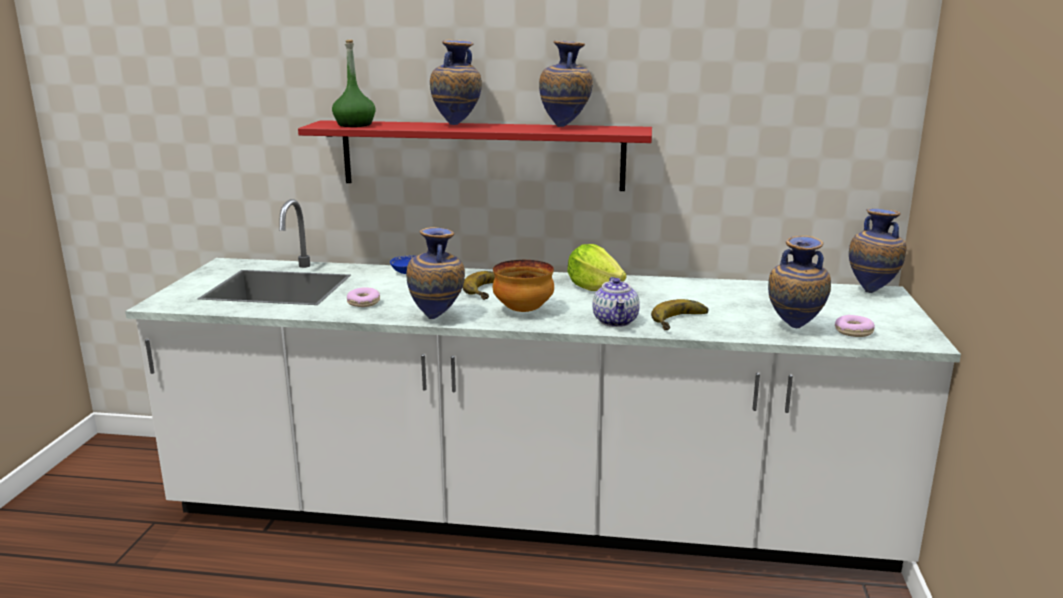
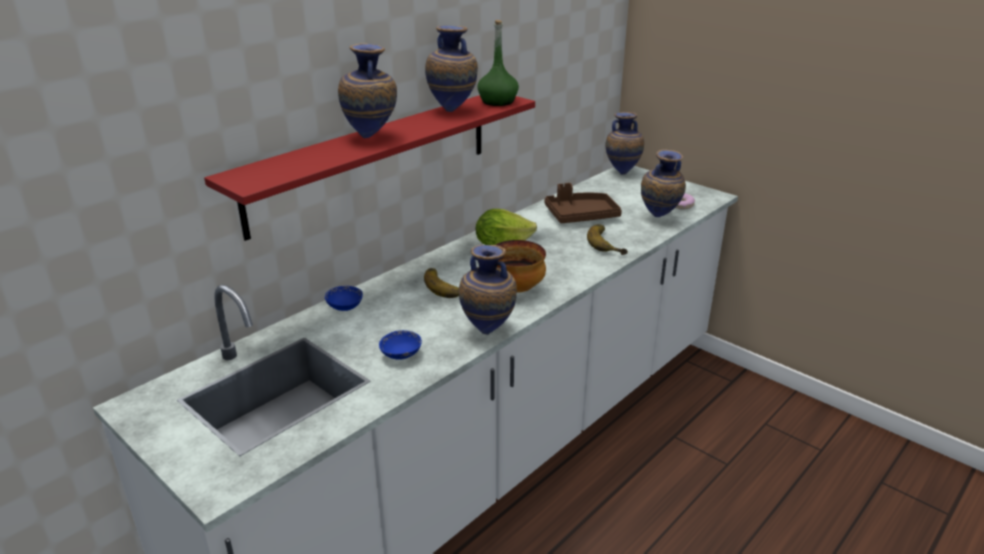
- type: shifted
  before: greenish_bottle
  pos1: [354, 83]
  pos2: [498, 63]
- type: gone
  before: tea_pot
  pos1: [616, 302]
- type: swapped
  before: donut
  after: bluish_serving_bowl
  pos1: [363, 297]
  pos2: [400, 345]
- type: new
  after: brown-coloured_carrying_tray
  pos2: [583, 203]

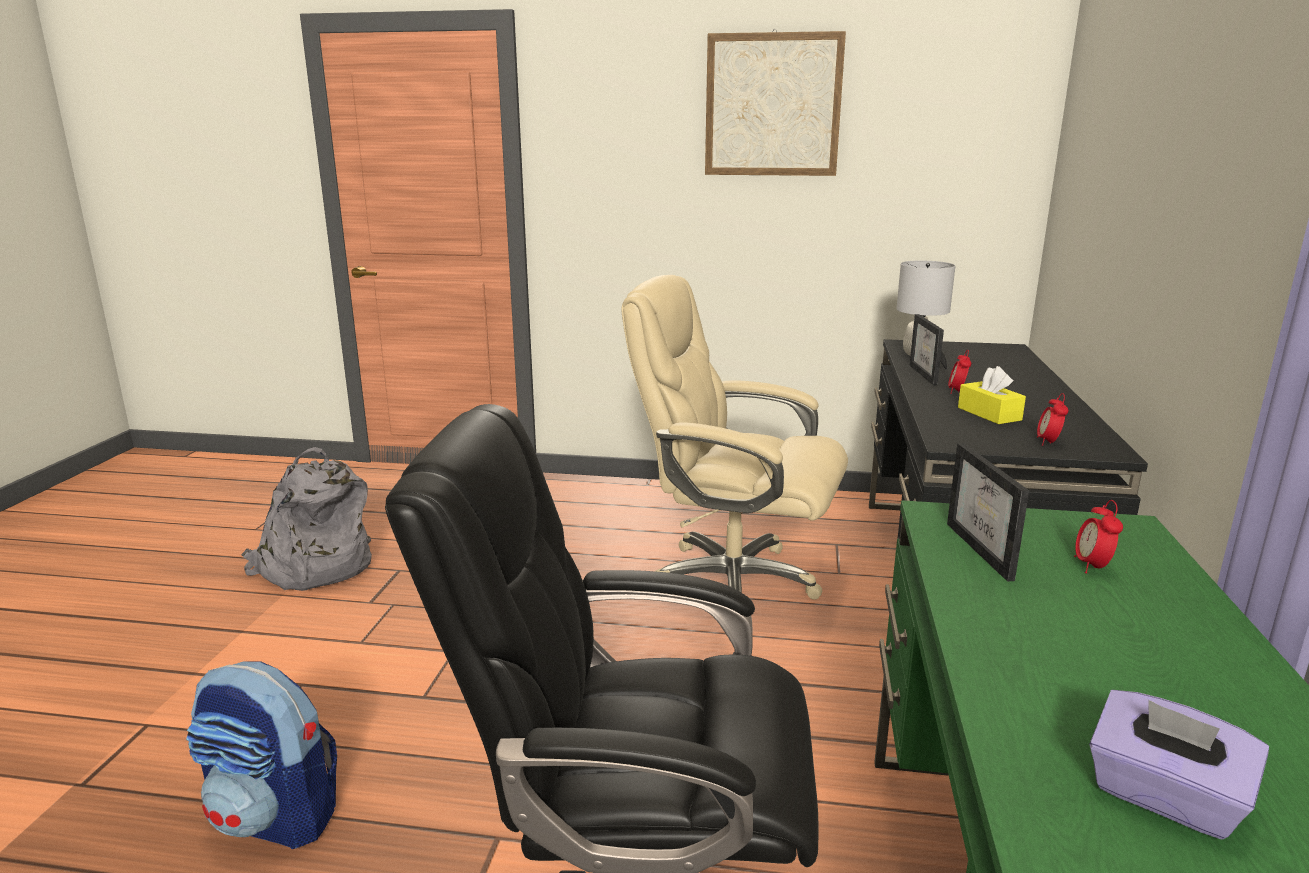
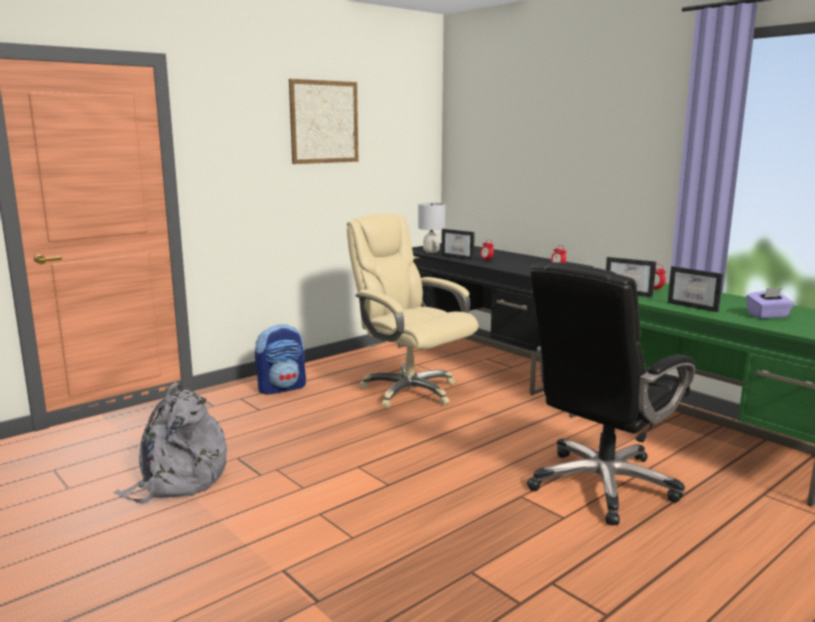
- type: rotated
  before: beige-coloured_desk_chair
  pos1: [734, 437]
  pos2: [412, 311]
  turn: 75
- type: gone
  before: yellow_box_of_tissues
  pos1: [992, 395]
- type: shifted
  before: knapsack
  pos1: [261, 755]
  pos2: [280, 359]
- type: new
  after: picture_frame
  pos2: [695, 289]

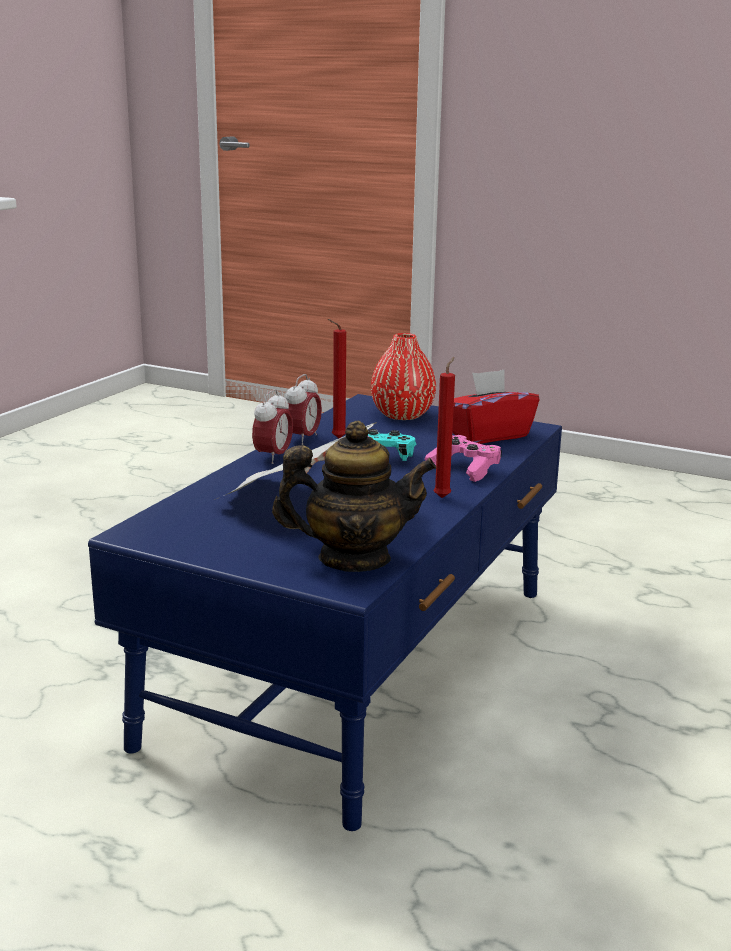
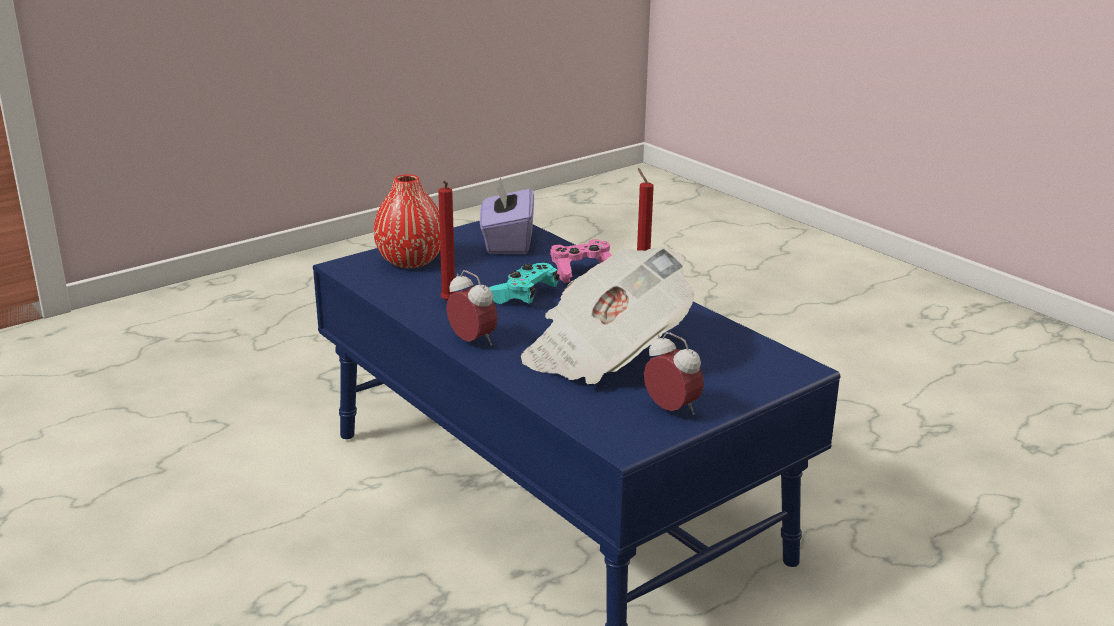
- type: repainted
  before: red_box_of_tissues
  after: purple_box_of_tissues
  pos1: [495, 407]
  pos2: [507, 215]
- type: shifted
  before: alarm_clock
  pos1: [303, 409]
  pos2: [674, 373]
- type: gone
  before: tea_pot
  pos1: [354, 496]

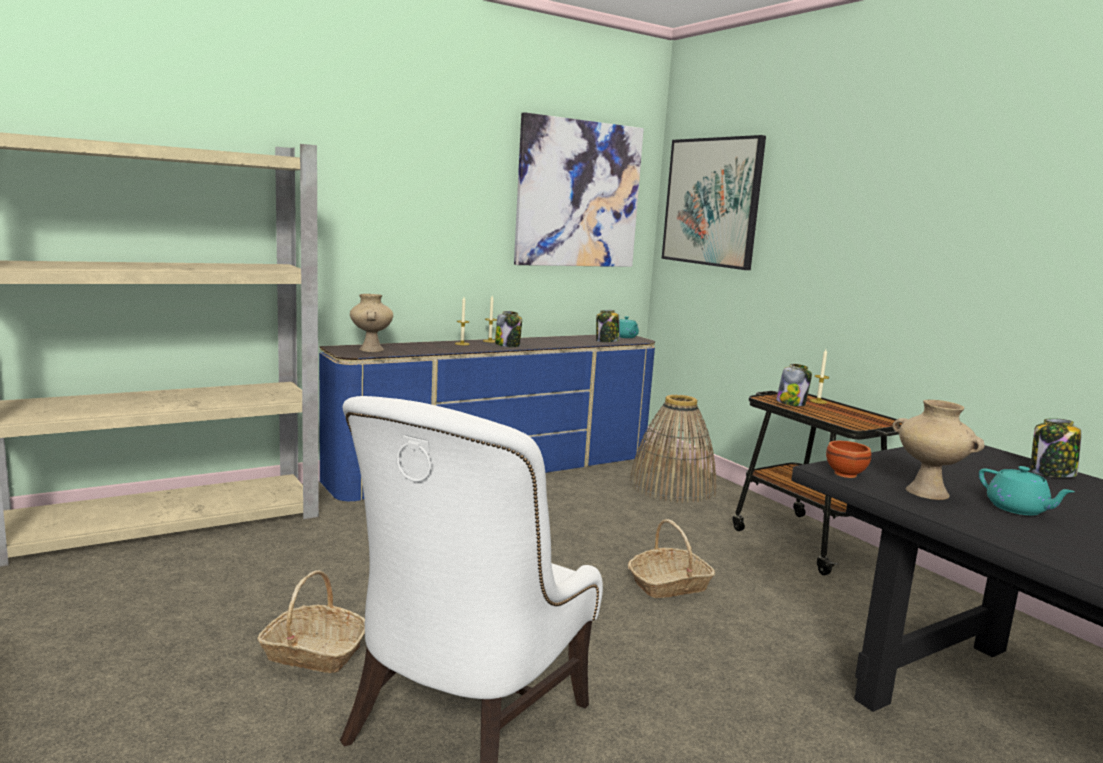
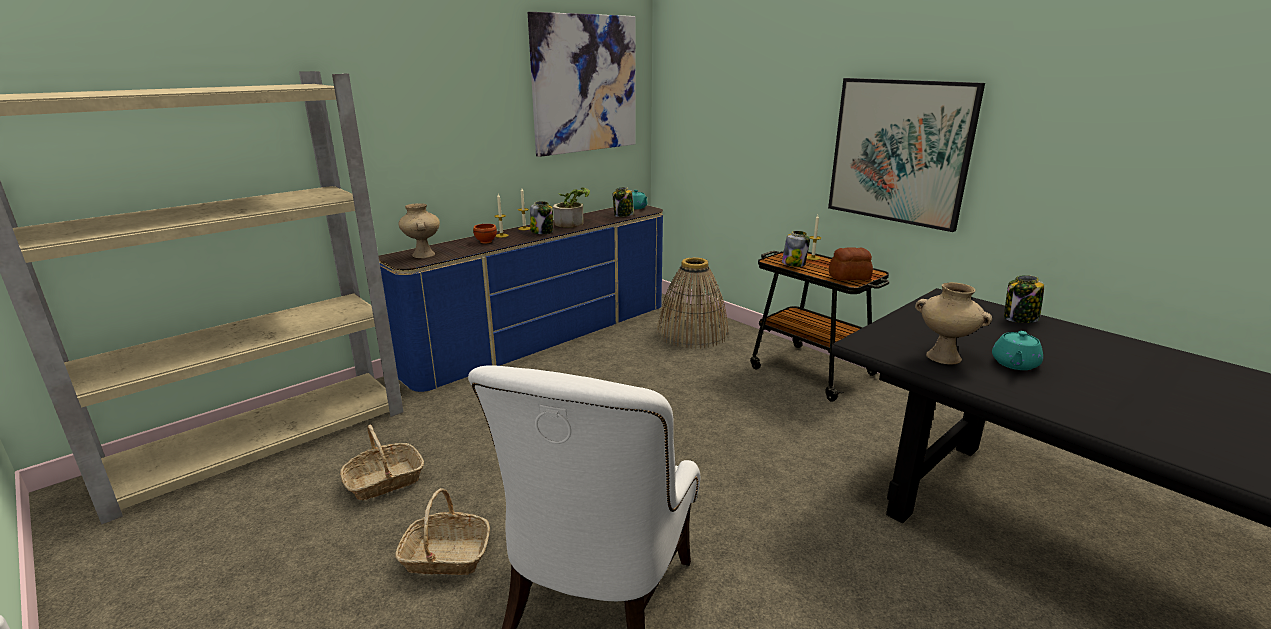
- type: shifted
  before: picture
  pos1: [714, 202]
  pos2: [906, 155]
- type: shifted
  before: brown-coloured_serving_bowl
  pos1: [848, 459]
  pos2: [485, 233]
- type: rotated
  before: turquoise-coloured_tea_pot
  pos1: [1027, 490]
  pos2: [1017, 350]
  turn: 75
- type: shifted
  before: household_basket
  pos1: [671, 558]
  pos2: [382, 463]
- type: new
  after: houseplant
  pos2: [571, 207]
- type: new
  after: bakery_bread
  pos2: [851, 264]

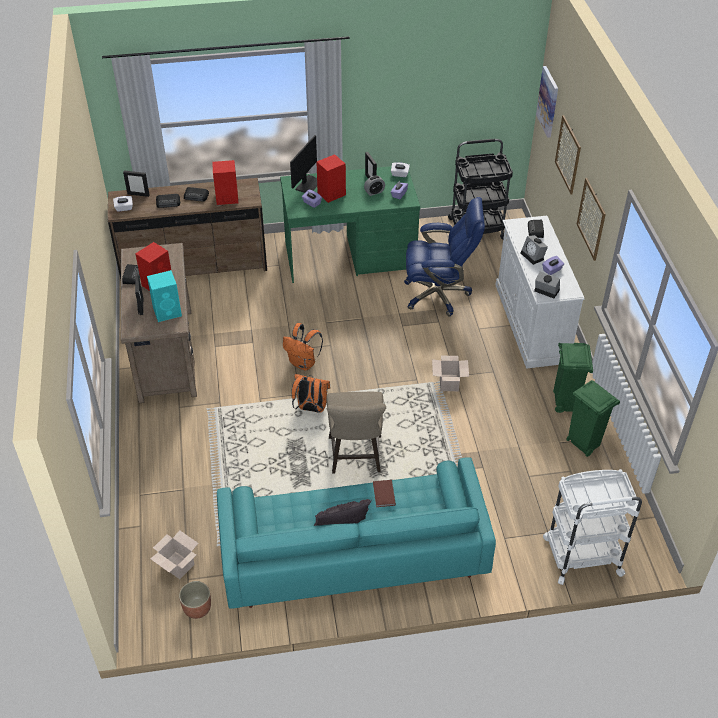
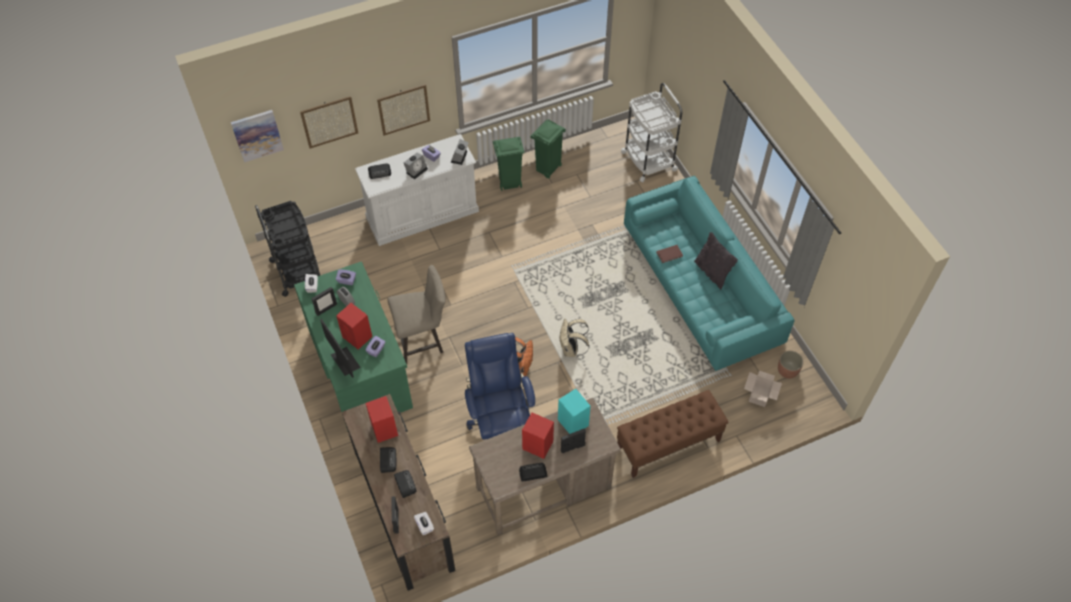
- type: rotated
  before: computer_display
  pos1: [303, 164]
  pos2: [340, 348]
  turn: 45
- type: shifted
  before: bluish_desk_chair
  pos1: [444, 257]
  pos2: [500, 386]
- type: gone
  before: cardboard_box
  pos1: [450, 373]
- type: repainted
  before: orange_knapsack
  after: beige-coloured_knapsack
  pos1: [310, 393]
  pos2: [575, 338]
- type: shifted
  before: beige-coloured_stool
  pos1: [356, 433]
  pos2: [416, 314]
- type: new
  after: brown-coloured_bench
  pos2: [673, 434]

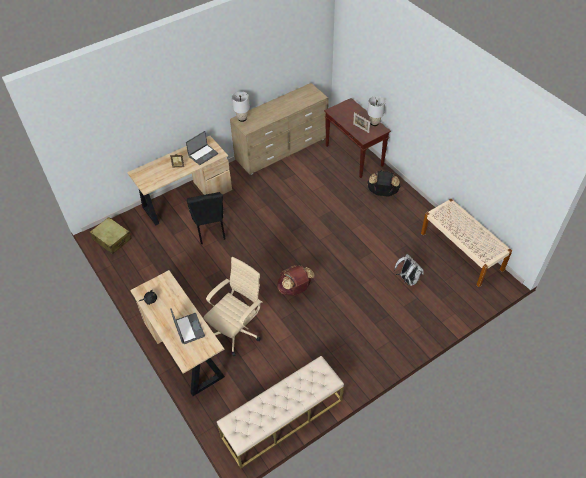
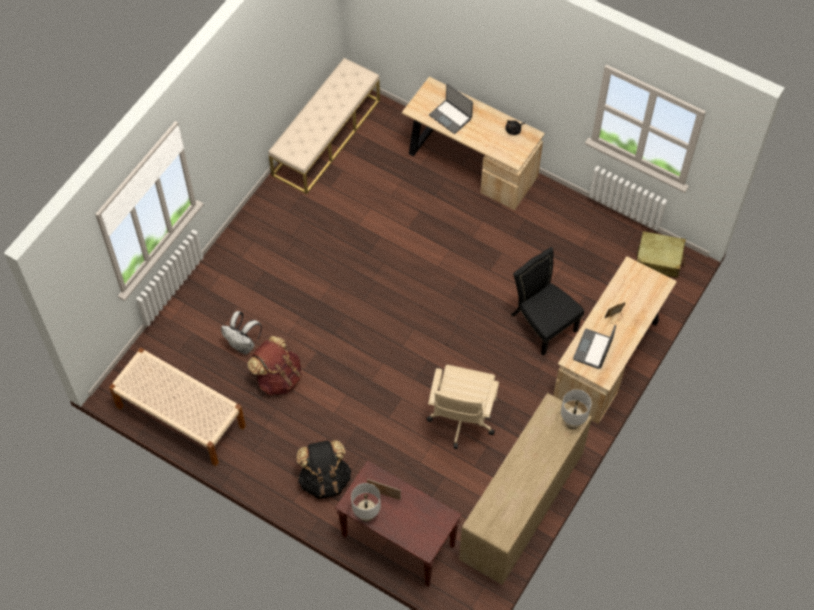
- type: shifted
  before: beige-coloured_desk_chair
  pos1: [232, 306]
  pos2: [462, 407]
- type: shifted
  before: brown-coloured_knapsack
  pos1: [296, 280]
  pos2: [274, 366]

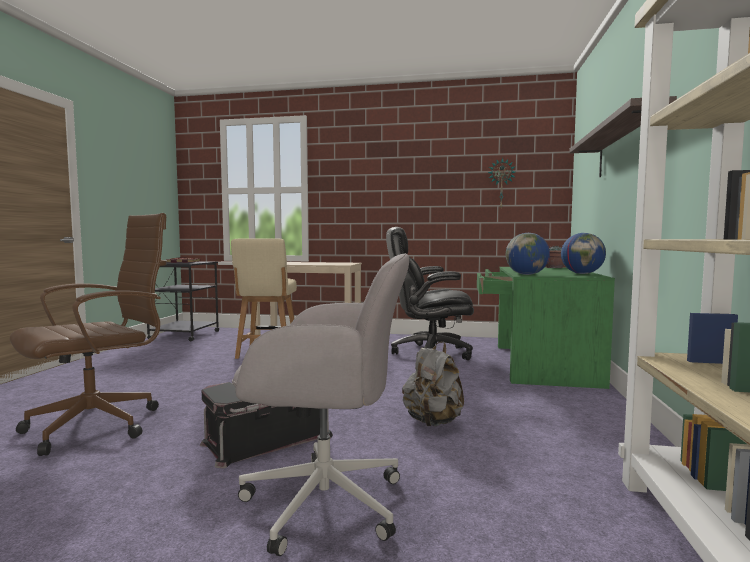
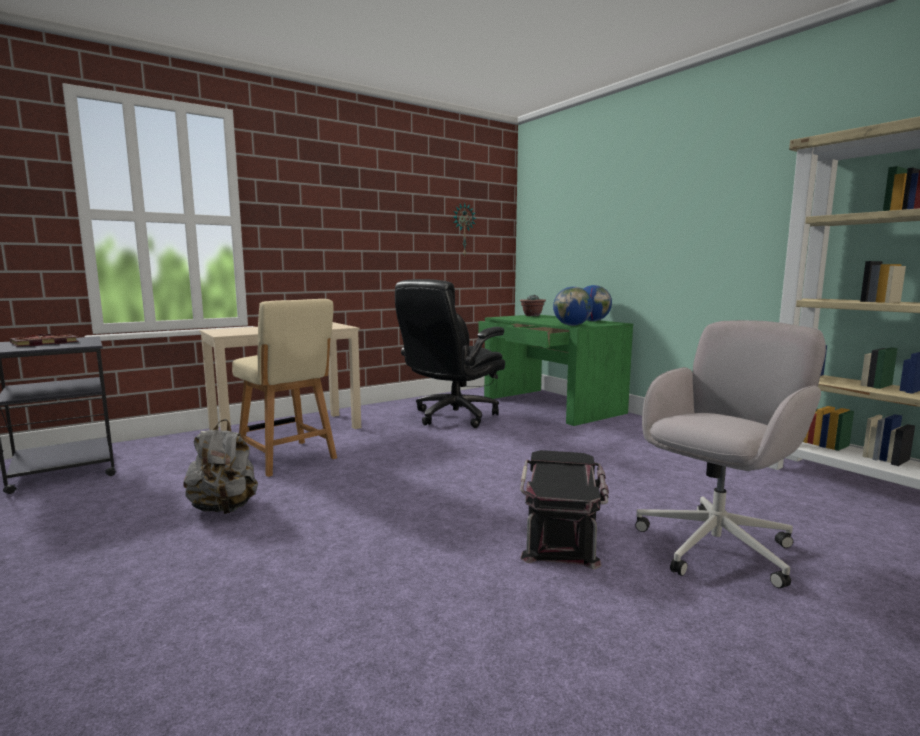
- type: gone
  before: shelf
  pos1: [623, 136]
- type: gone
  before: brown-coloured_desk_chair
  pos1: [88, 334]
- type: shifted
  before: gray_knapsack
  pos1: [433, 383]
  pos2: [220, 466]

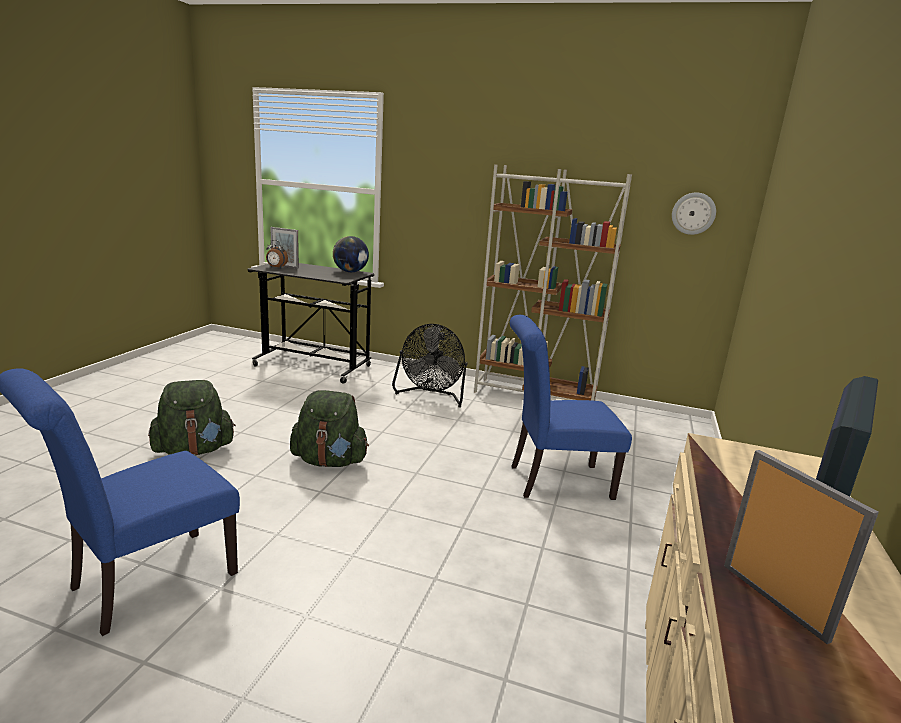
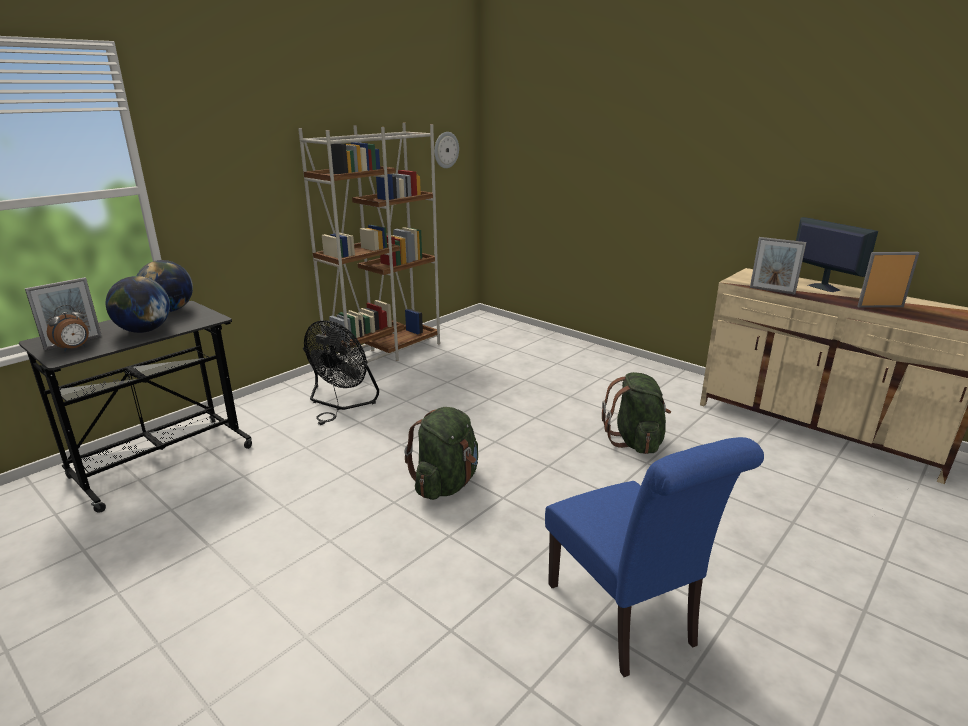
- type: gone
  before: bluish_plain_chair
  pos1: [571, 407]
- type: rotated
  before: black_fan
  pos1: [430, 365]
  pos2: [341, 372]
  turn: -105
- type: shifted
  before: greenish_knapsack
  pos1: [192, 417]
  pos2: [636, 413]
- type: new
  after: picture_frame
  pos2: [778, 266]
- type: new
  after: world_globe
  pos2: [138, 304]

